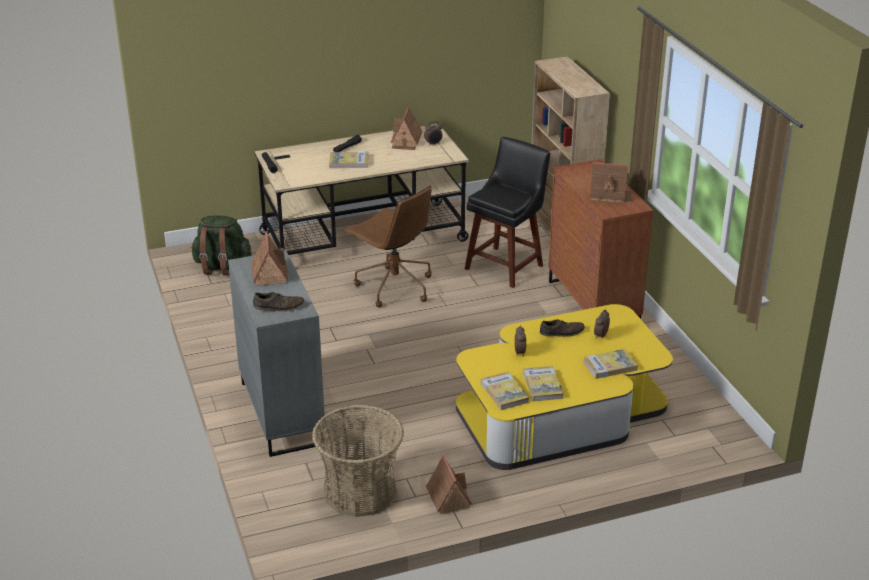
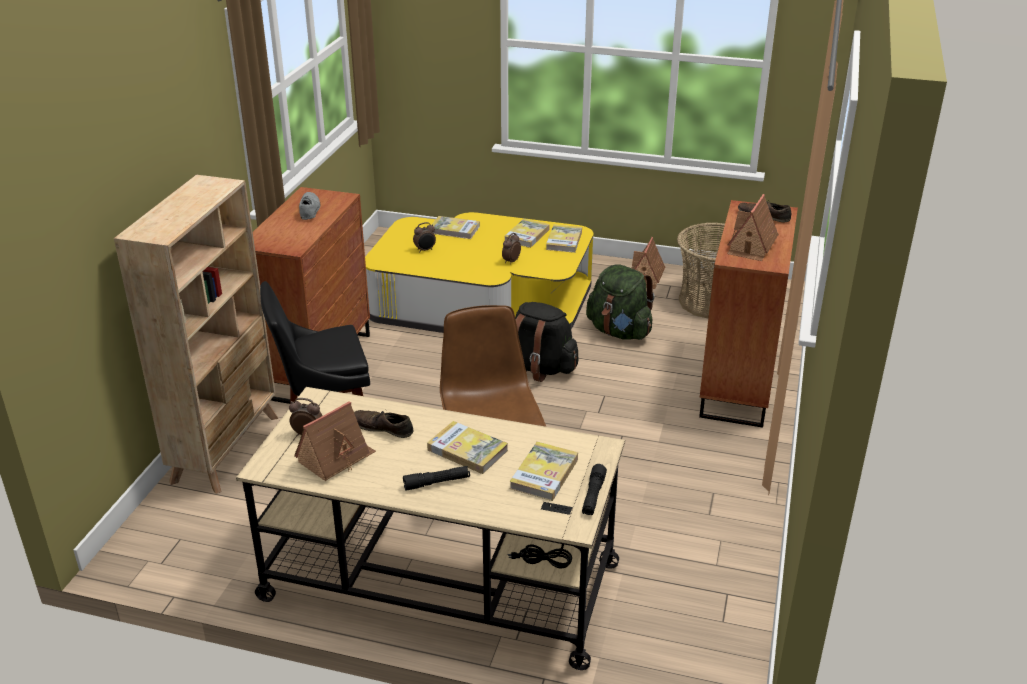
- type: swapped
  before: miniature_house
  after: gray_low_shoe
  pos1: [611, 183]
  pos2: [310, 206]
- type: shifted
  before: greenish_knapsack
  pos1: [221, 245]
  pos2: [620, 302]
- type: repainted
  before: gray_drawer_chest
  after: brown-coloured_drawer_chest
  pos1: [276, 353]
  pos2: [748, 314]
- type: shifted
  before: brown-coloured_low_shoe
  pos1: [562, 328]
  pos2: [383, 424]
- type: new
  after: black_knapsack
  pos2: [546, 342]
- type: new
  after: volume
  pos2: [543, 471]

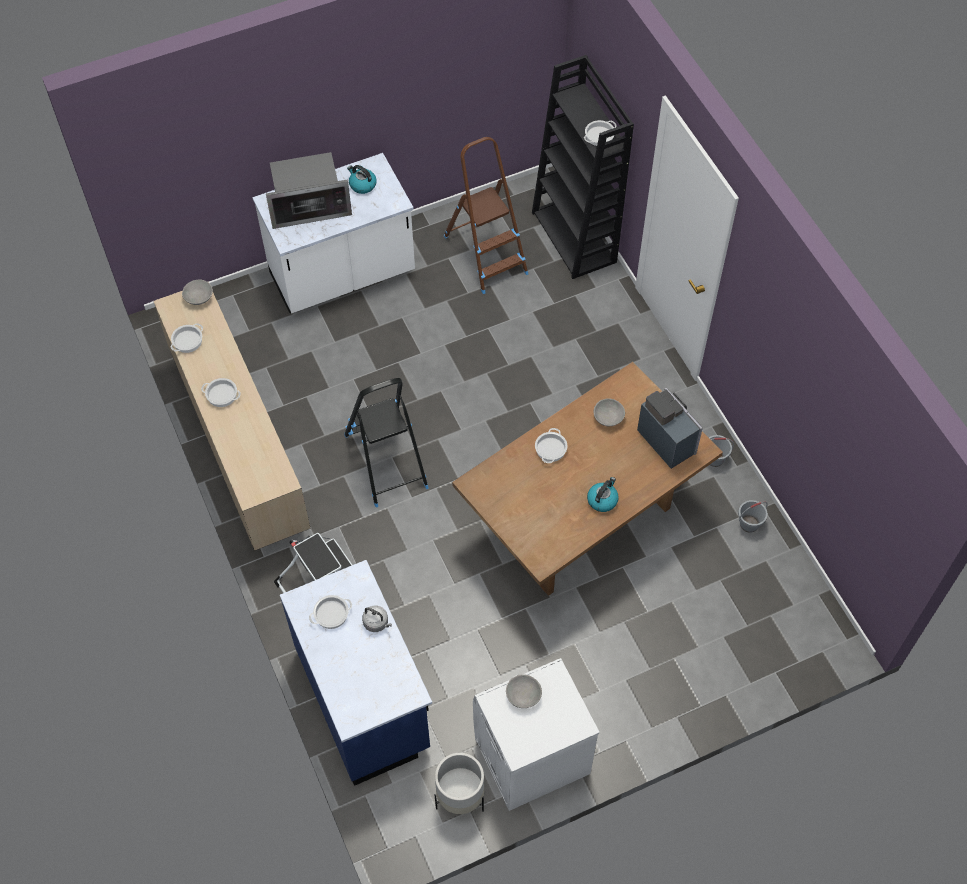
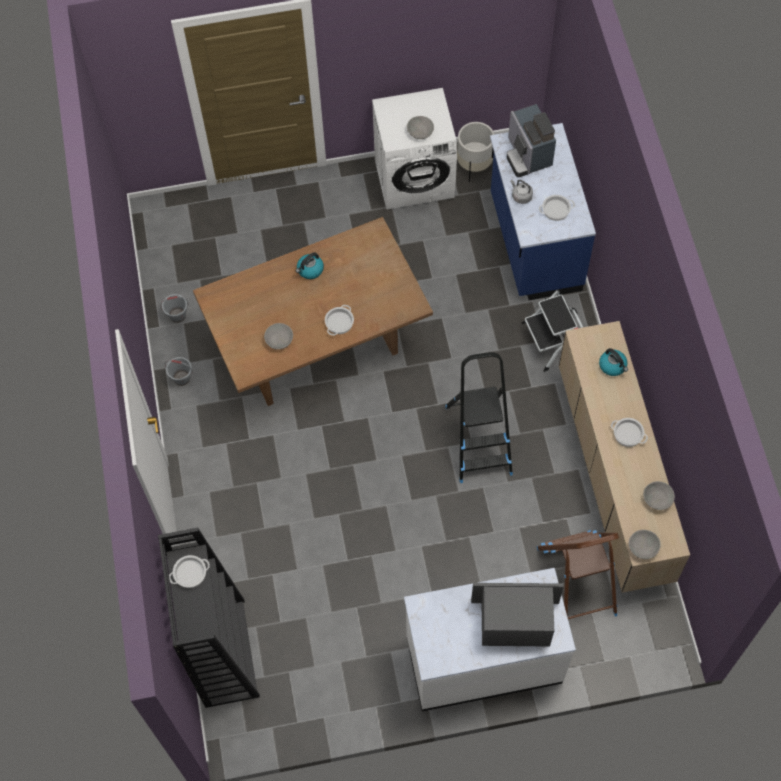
- type: shifted
  before: brown-coloured_step_ladder
  pos1: [486, 215]
  pos2: [578, 574]
- type: shifted
  before: tea_kettle
  pos1: [362, 179]
  pos2: [613, 362]
- type: swapped
  before: stockpot
  after: gray_serving_bowl
  pos1: [187, 338]
  pos2: [659, 495]
- type: shifted
  before: coffee_brewer
  pos1: [670, 428]
  pos2: [531, 140]

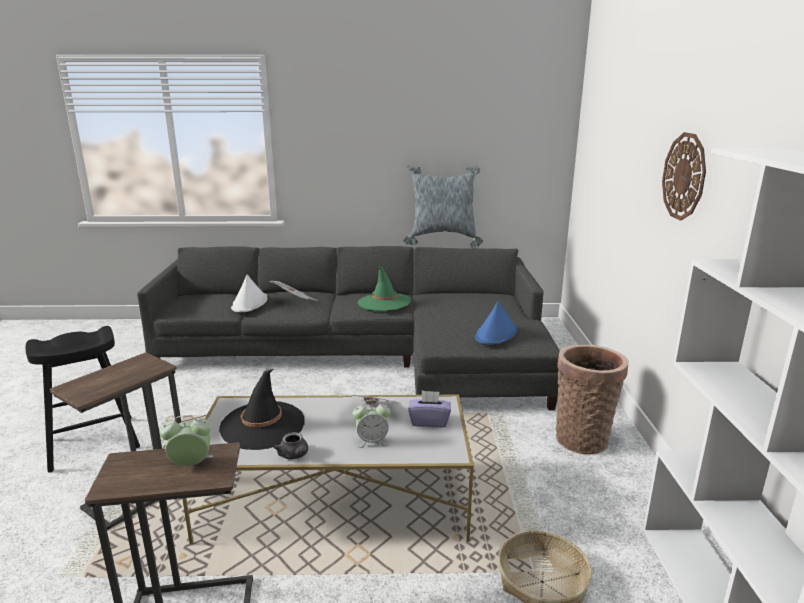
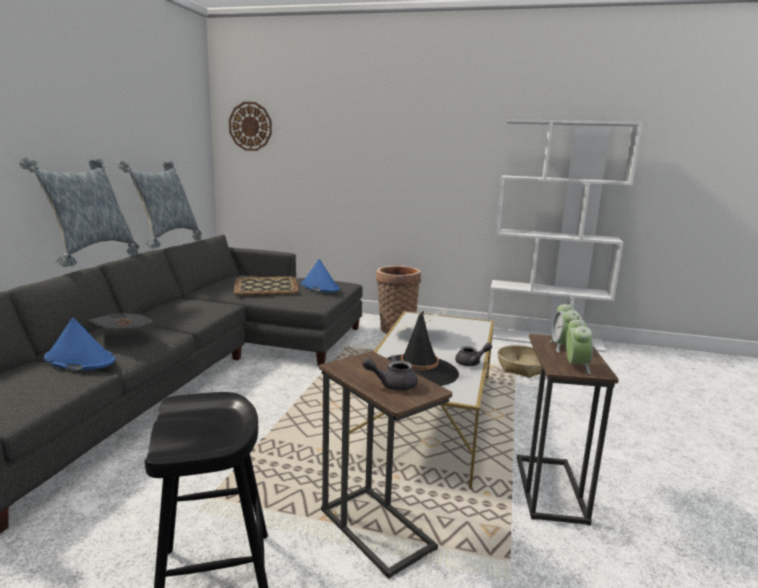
- type: shifted
  before: wall_clock
  pos1: [684, 176]
  pos2: [250, 126]
- type: gone
  before: greenish_clothing_hat
  pos1: [384, 288]
- type: repainted
  before: whitish_clothing_hat
  after: bluish_clothing_hat
  pos1: [249, 293]
  pos2: [79, 343]
- type: gone
  before: purple_box_of_tissues
  pos1: [429, 409]
- type: shifted
  before: alarm_clock
  pos1: [372, 424]
  pos2: [579, 345]
- type: new
  after: pillow
  pos2: [79, 212]
- type: new
  after: carrying_tray
  pos2: [266, 286]
- type: new
  after: gray_tea_pot
  pos2: [390, 373]

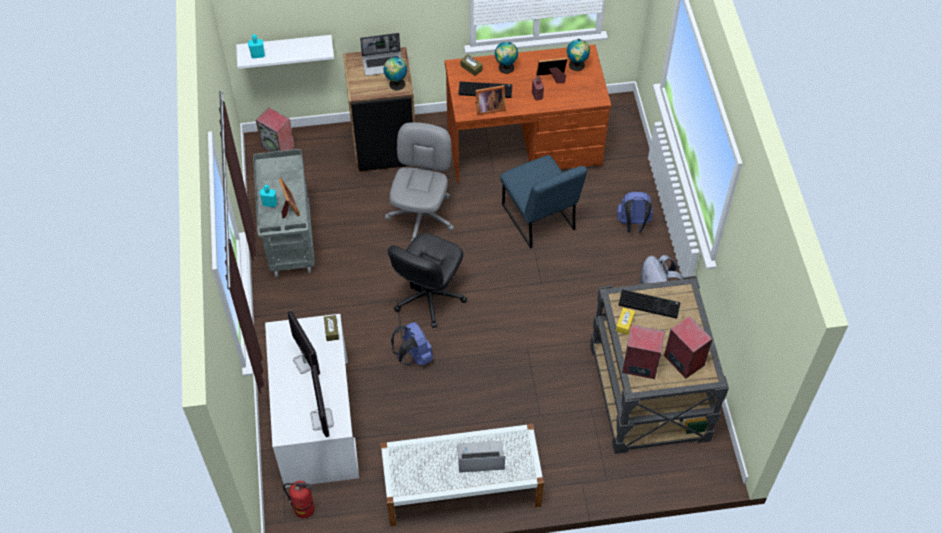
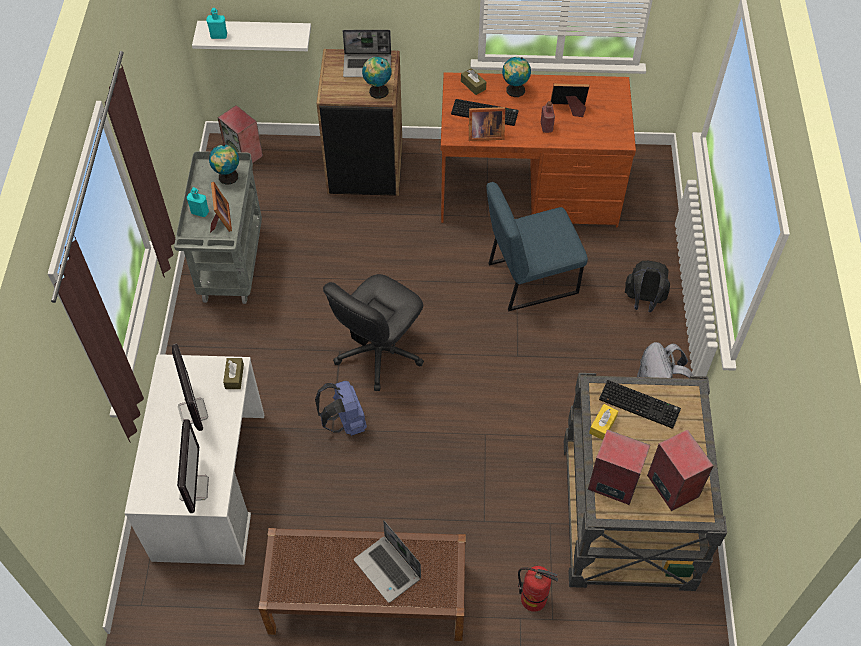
- type: shifted
  before: world_globe
  pos1: [578, 55]
  pos2: [224, 164]
- type: gone
  before: gray_desk_chair
  pos1: [419, 182]
- type: rotated
  before: bluish_plain_chair
  pos1: [543, 201]
  pos2: [537, 246]
  turn: 90
- type: repainted
  before: bluish_knapsack
  after: black_knapsack
  pos1: [635, 212]
  pos2: [647, 286]
- type: repainted
  before: whitish_bench
  after: brown-coloured_bench
  pos1: [462, 475]
  pos2: [362, 584]
- type: rotated
  before: notebook_computer
  pos1: [481, 456]
  pos2: [387, 562]
  turn: -135
- type: shifted
  before: fire-fighting_cylinder
  pos1: [299, 499]
  pos2: [538, 589]

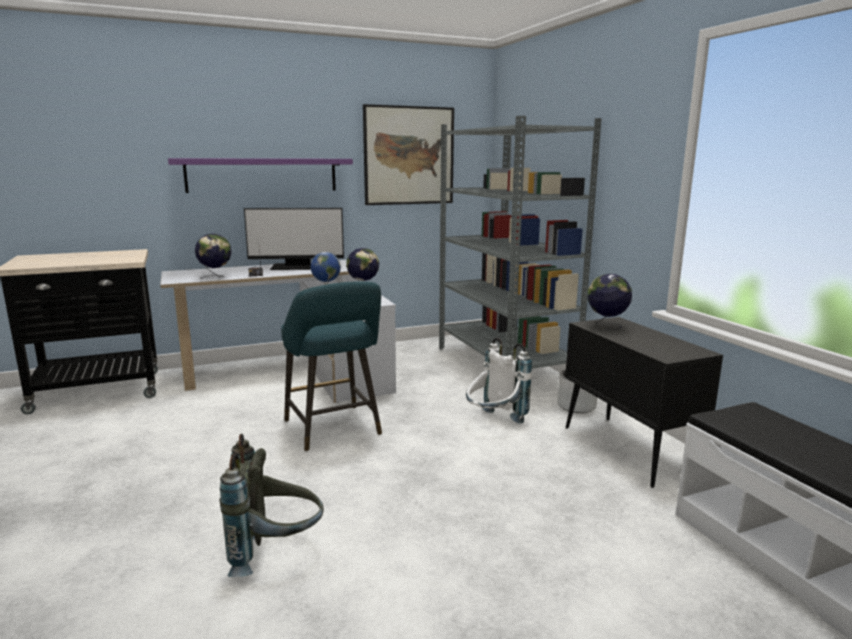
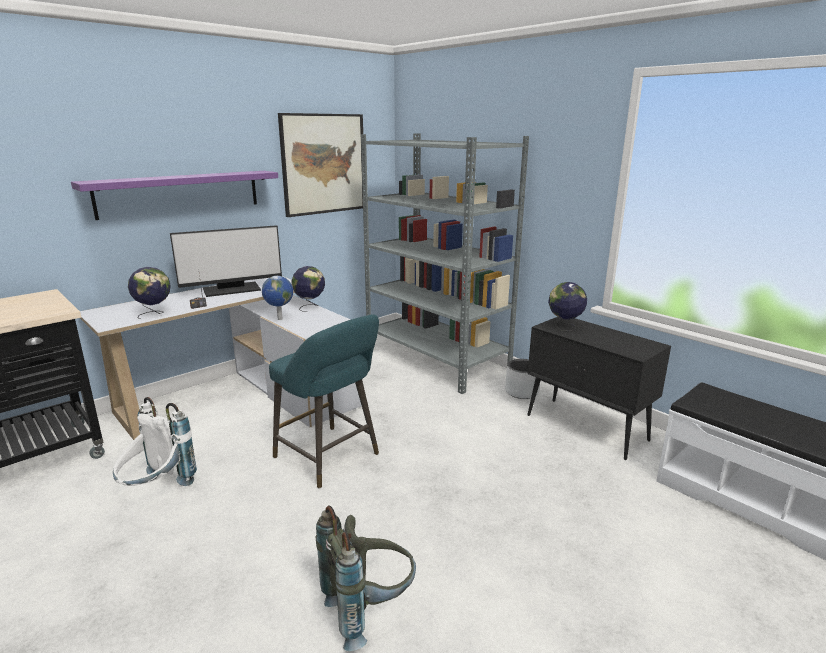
- type: shifted
  before: whitish_knapsack
  pos1: [499, 381]
  pos2: [155, 441]

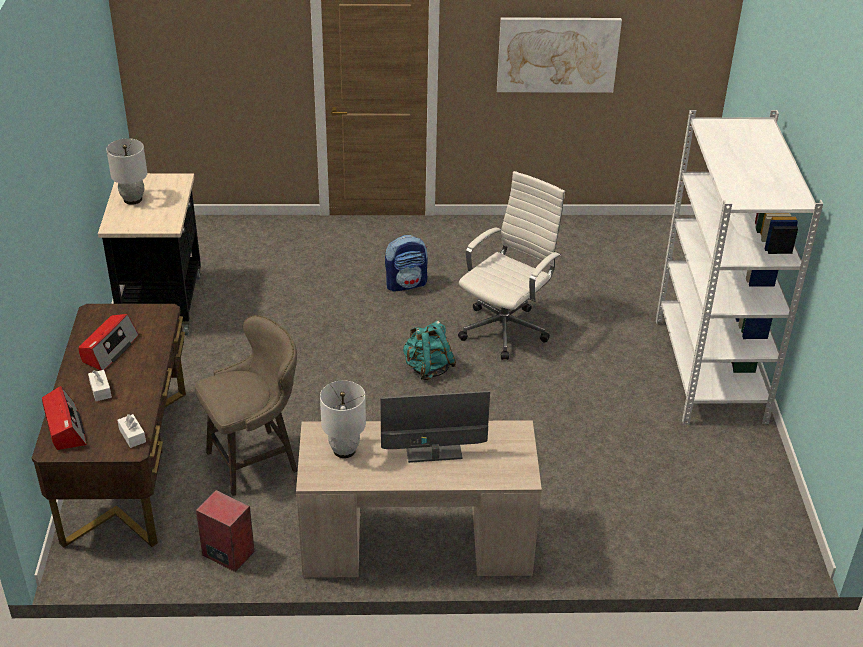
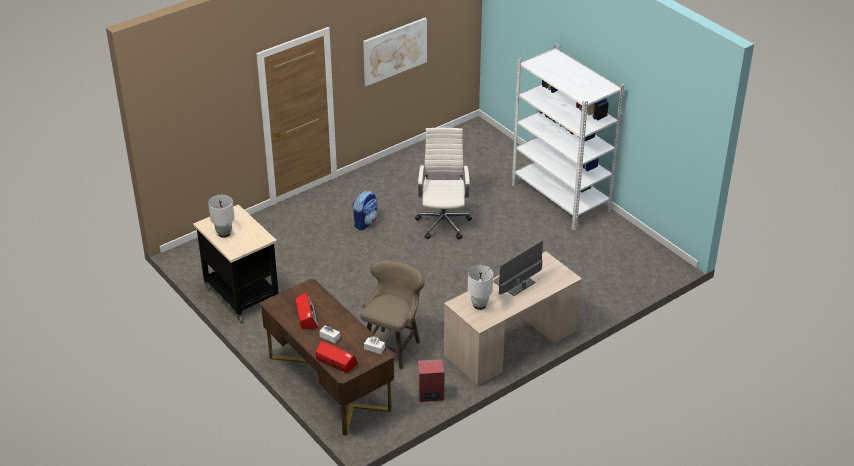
- type: gone
  before: turquoise-coloured_knapsack
  pos1: [429, 350]

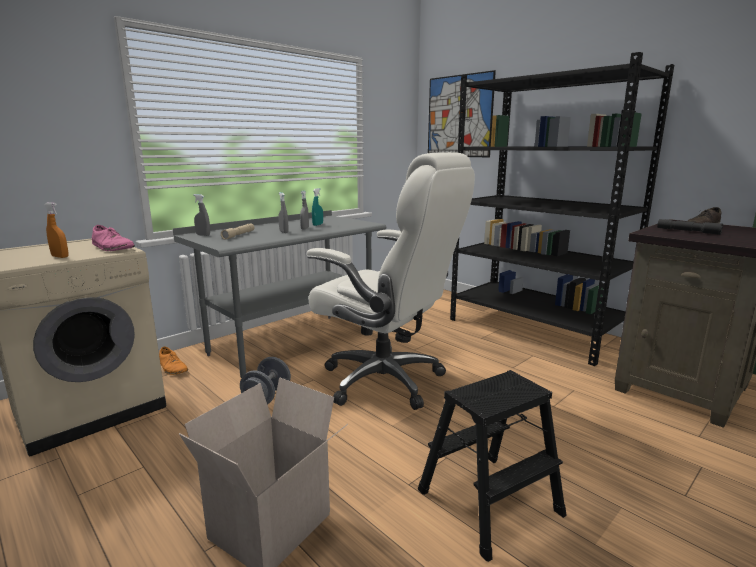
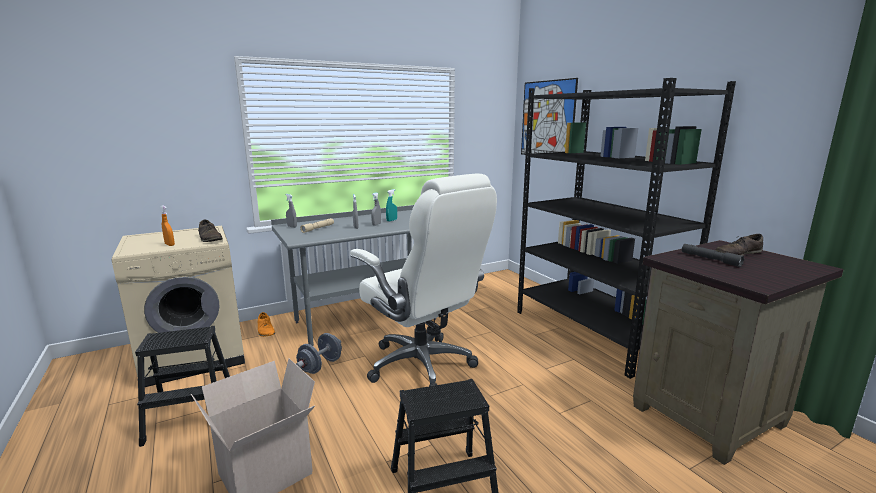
- type: repainted
  before: pink-coloured_low_shoe
  after: brown-coloured_low_shoe
  pos1: [113, 238]
  pos2: [210, 230]
- type: new
  after: black_step_ladder
  pos2: [182, 386]

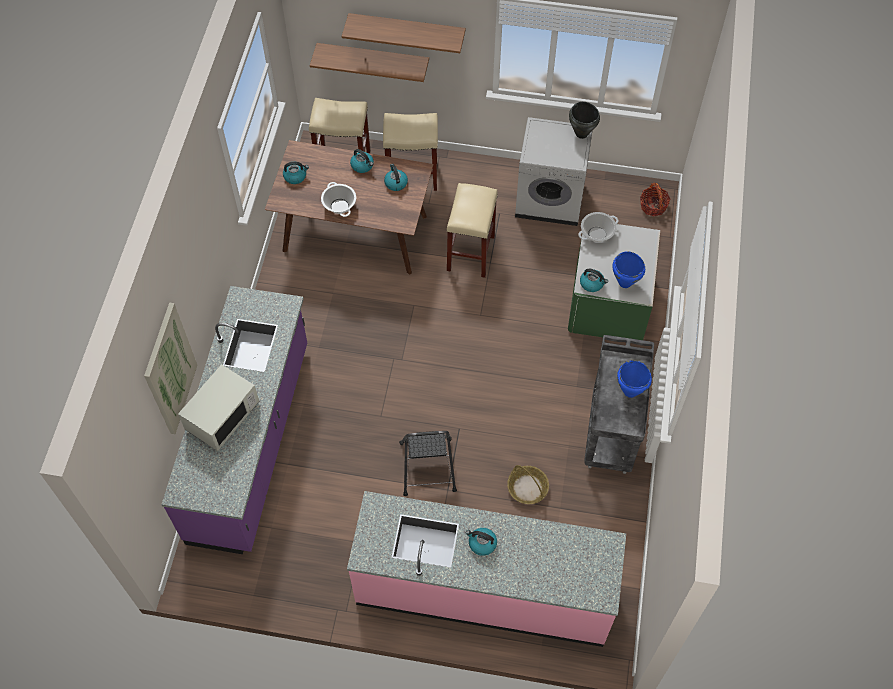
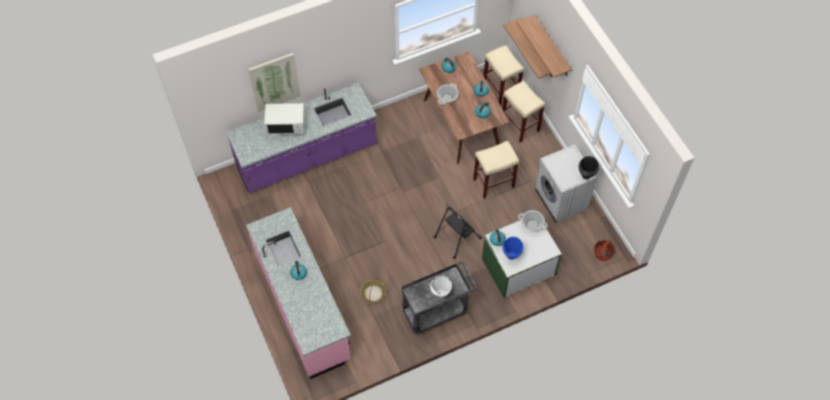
- type: repainted
  before: bluish_stockpot
  after: whitish_stockpot
  pos1: [634, 379]
  pos2: [441, 286]
- type: shifted
  before: black_step_ladder
  pos1: [428, 463]
  pos2: [458, 231]

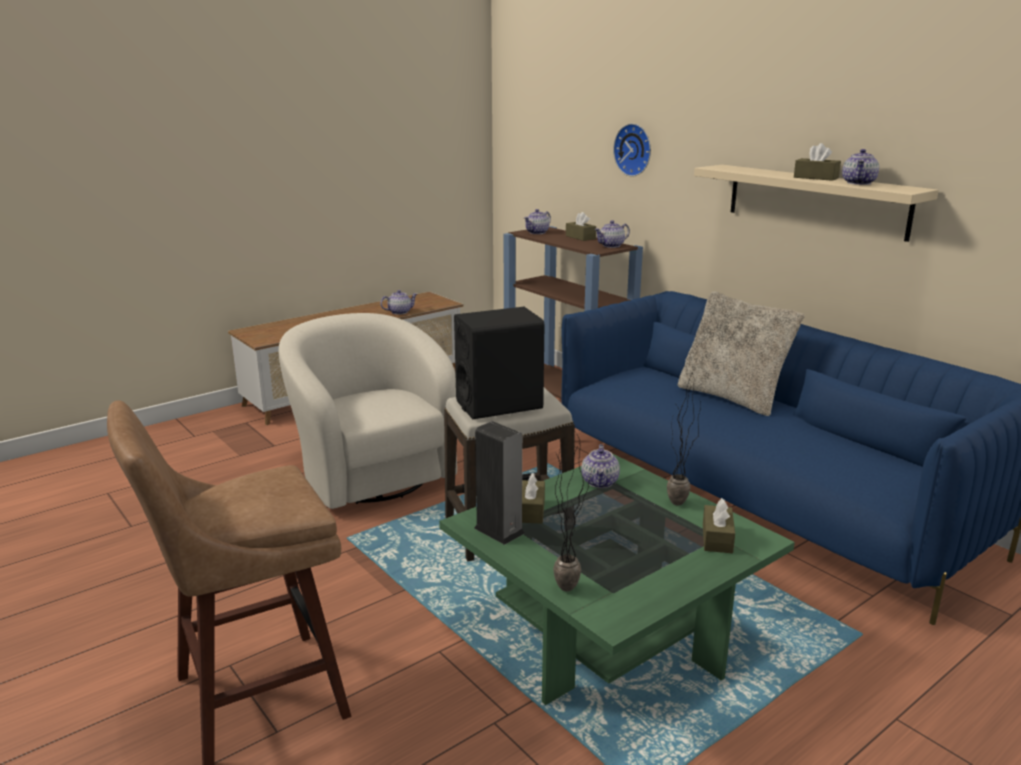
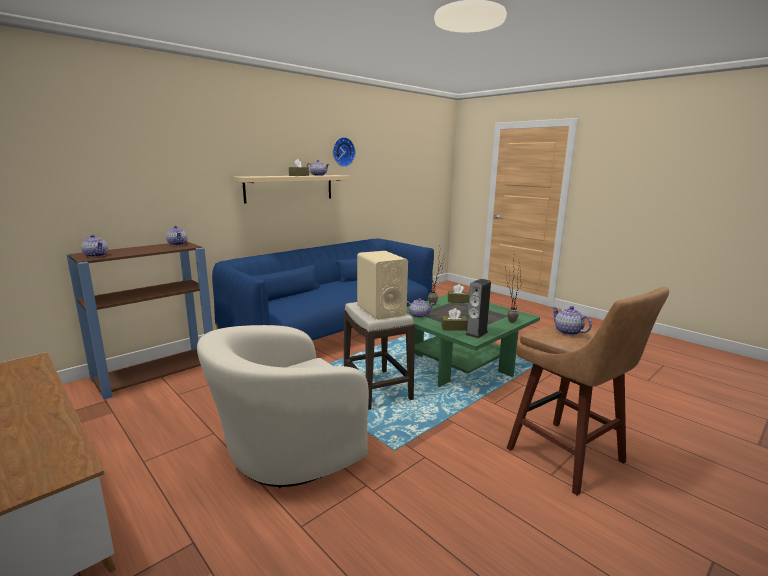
- type: shifted
  before: wall_clock
  pos1: [632, 149]
  pos2: [344, 152]
- type: gone
  before: brown-coloured_box_of_tissues
  pos1: [581, 226]
- type: shifted
  before: tea_pot
  pos1: [398, 302]
  pos2: [572, 320]
- type: gone
  before: beige-coloured_pillow
  pos1: [741, 353]
- type: repainted
  before: black_audio_speaker
  after: beige-coloured_audio_speaker
  pos1: [499, 363]
  pos2: [382, 285]

